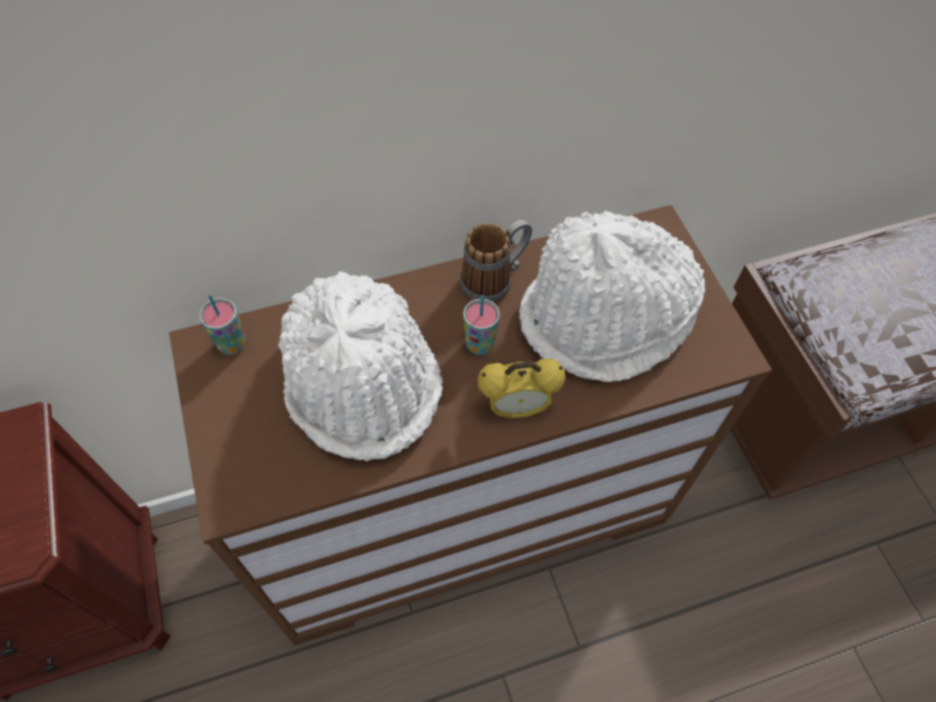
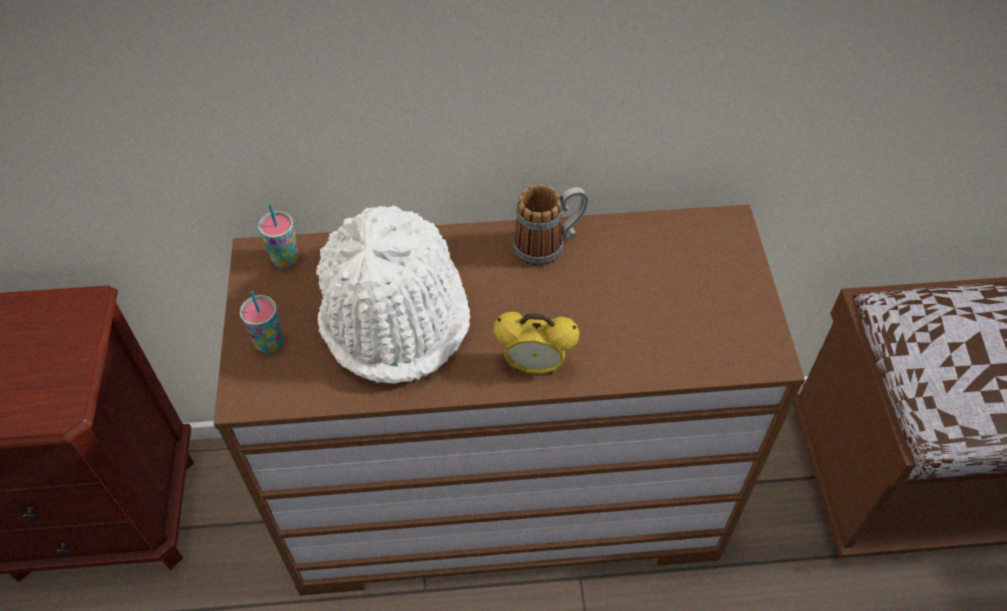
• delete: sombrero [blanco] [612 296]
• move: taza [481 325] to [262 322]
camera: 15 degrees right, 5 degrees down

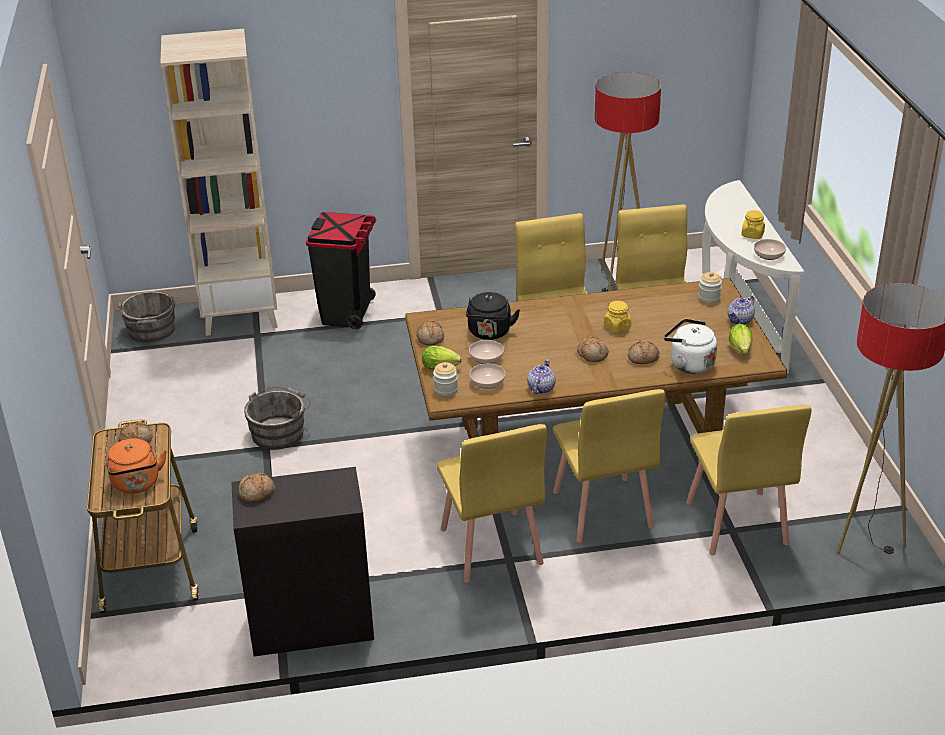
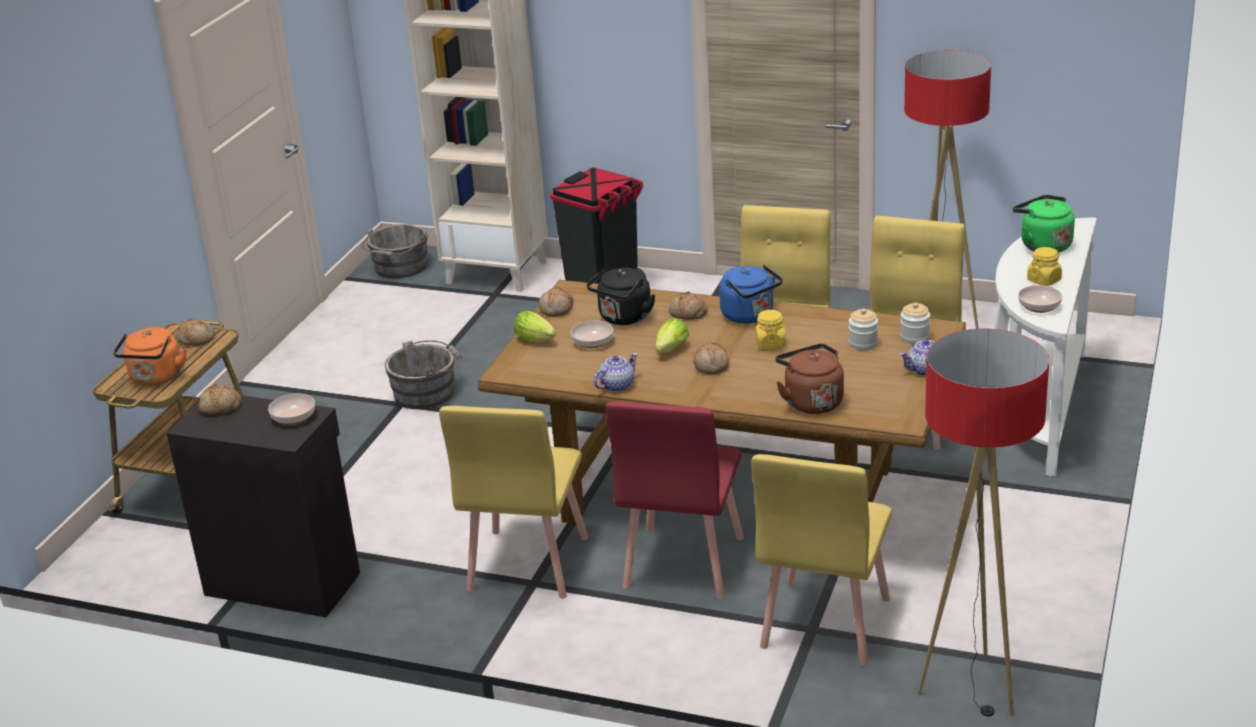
• insert: hervidor [azul] [751 294]
• insert: hervidor [verde] [1044 224]
• move: tarro [445 379] to [863 329]
• move: cuenco [487 376] to [291 409]
• move: pan [643 352] to [688 305]
• move: lechuga [740 339] to [672 335]
• recolor: silla [amarillo] [609 466] to silla [rojo] [675 500]
• recolor: hervidor [blanco] [690 346] to hervidor [marrón] [809 379]
camera: 30 degrees right, 5 degrees down

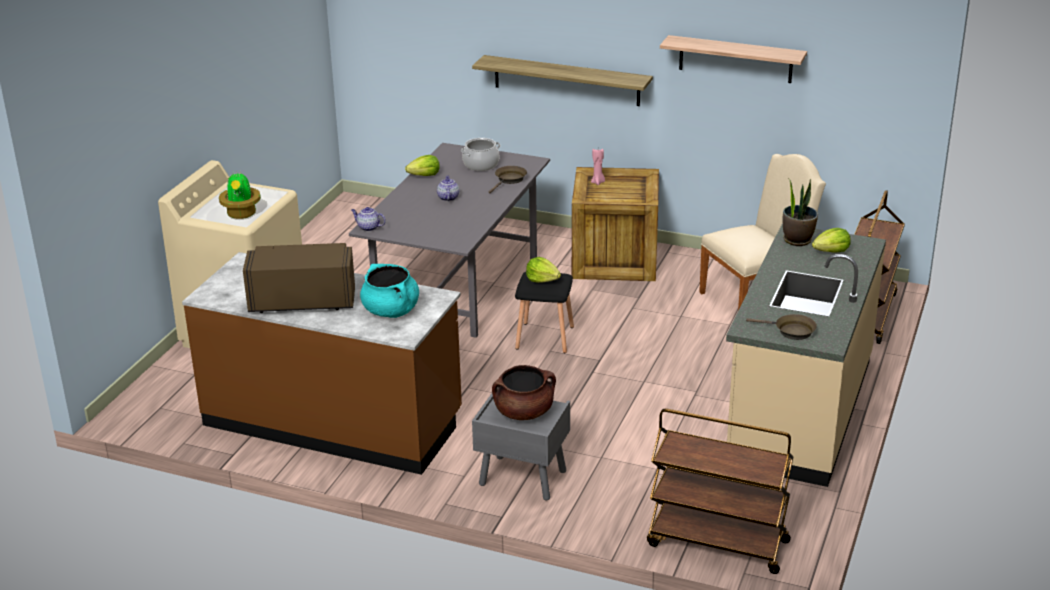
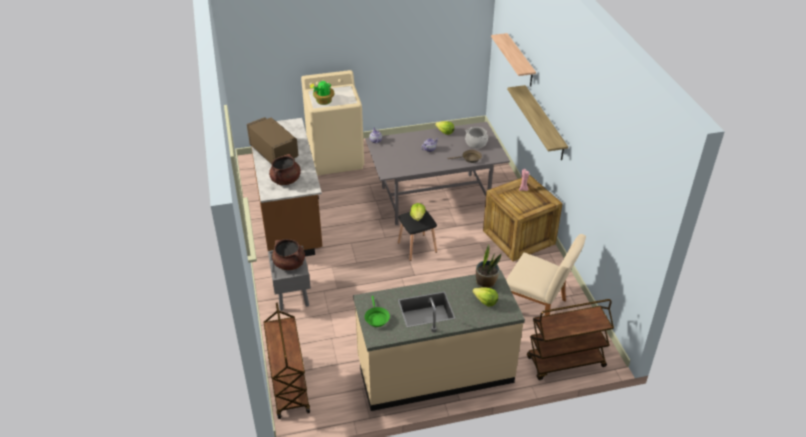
• move: estante [733 59] to [513 60]
• recolor: olla [turquesa] [389 291] to olla [marrón] [285 169]
• recolor: sartén [marrón] [781 327] to sartén [verde] [377 311]
camera: 55 degrees right, 10 degrees up

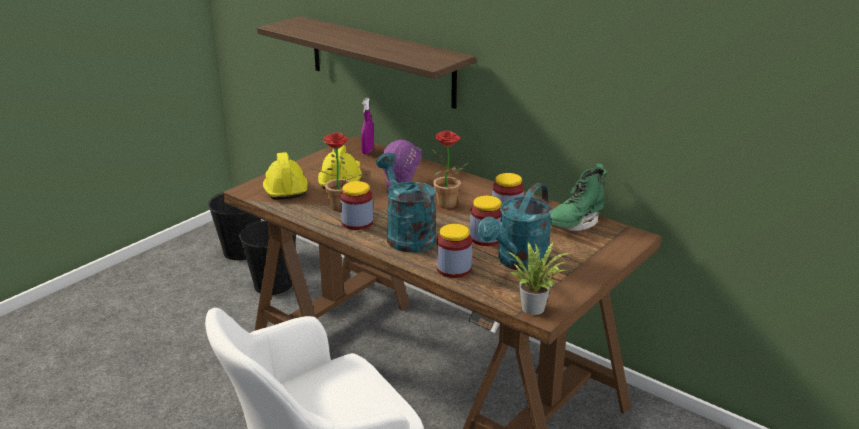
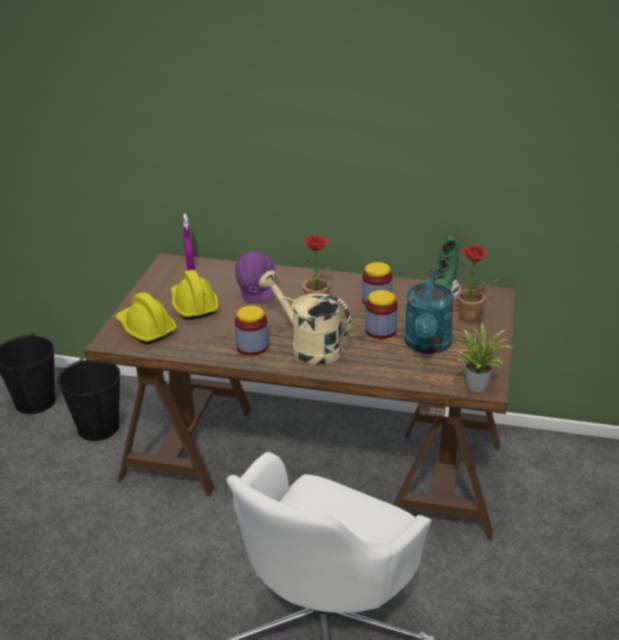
• delete: estante [366 62]
• delete: tarro [454 251]
• move: planta en maceta [338 172] to [477 283]
• recolor: regadera [turquesa] [406 202] to regadera [beis] [305 317]
camera: 25 degrees left, 5 degrees up

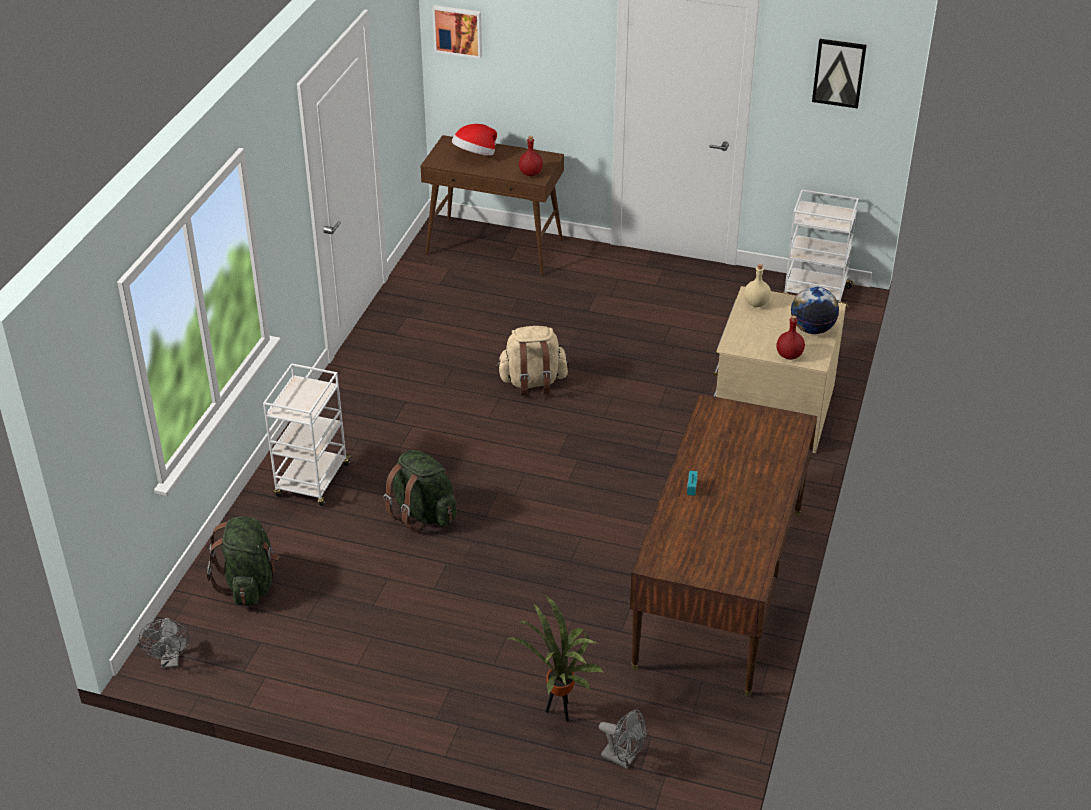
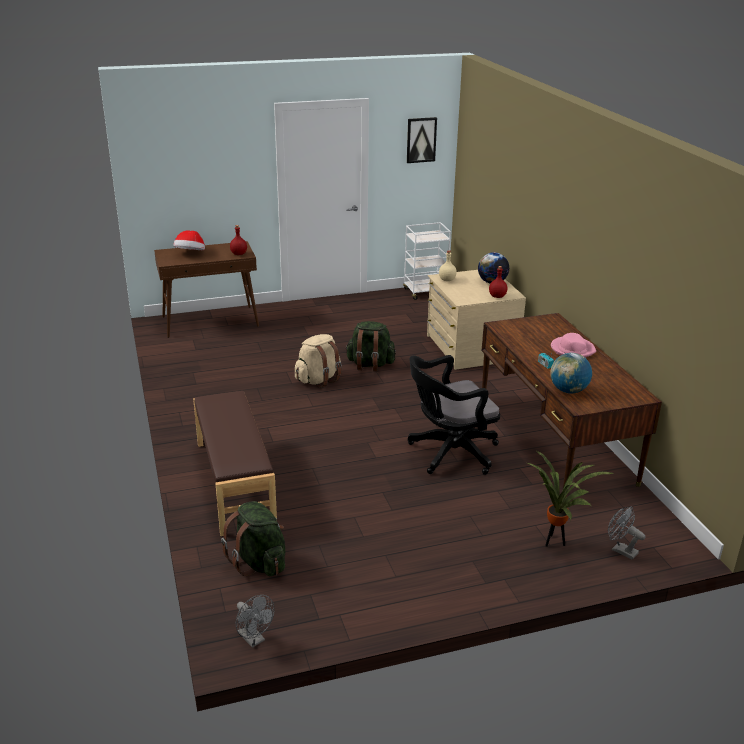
• delete: cuadro [457 32]
• insert: silla de oficina [negro] [454 415]
• insert: globo terráqueo [571 373]
• insert: sombrero [rosa] [573 345]
• move: mochila [verde] [420 490] to [371 346]
• replace: carrito [blanco] [307 434] to banco [marrón] [235 463]
• rotate: ventilador [gris] [623 739] = [626 533] 135 degrees counterclockwise
camera: 35 degrees left, 10 degrees down

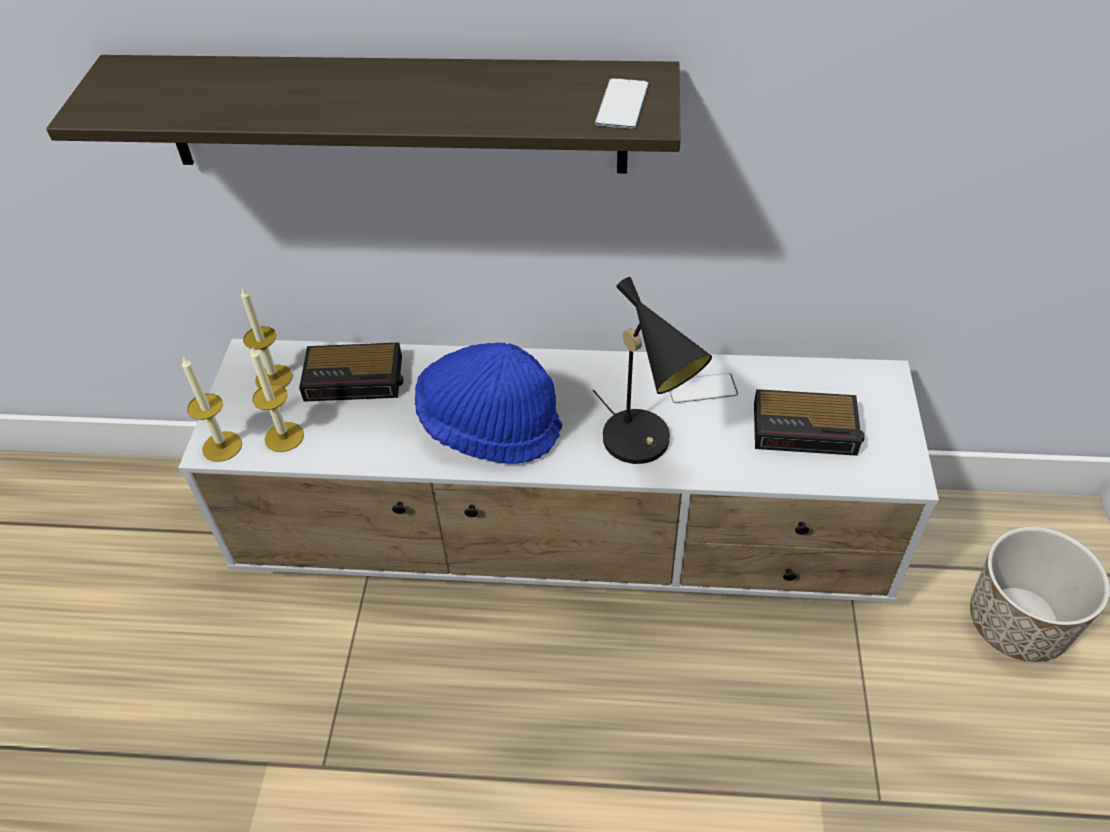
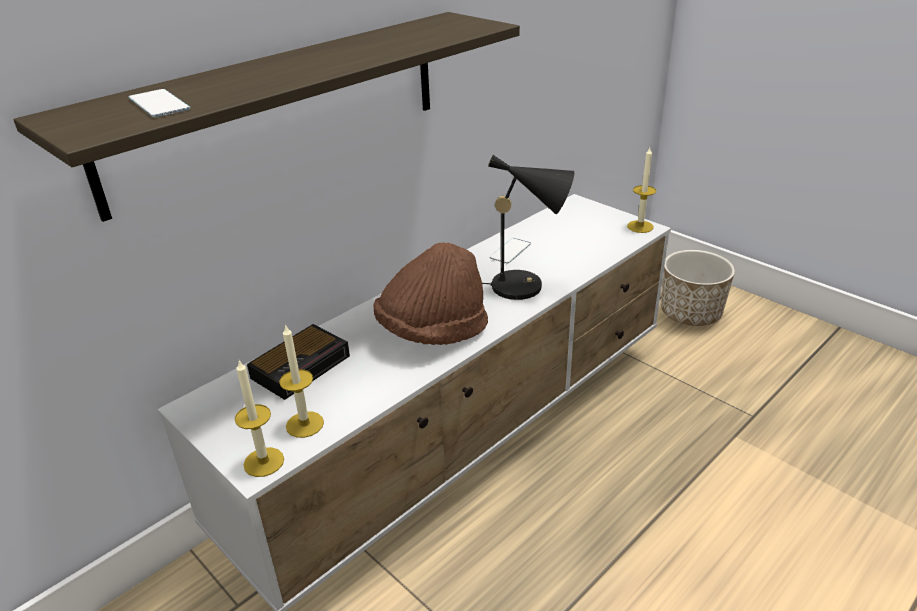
• delete: despertador [809 422]
• move: vela [267 337] to [641 190]
• move: móvil [621 103] to [159 103]
• recolor: sombrero [azul] [488 403] to sombrero [marrón] [431 293]
camera: 50 degrees left, 15 degrees down

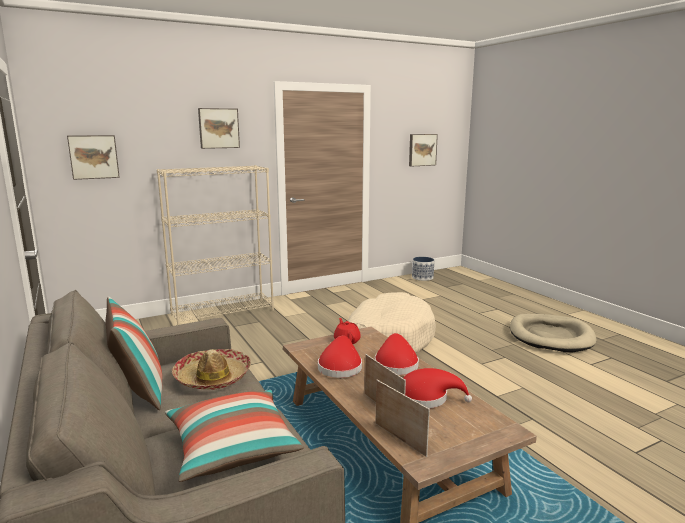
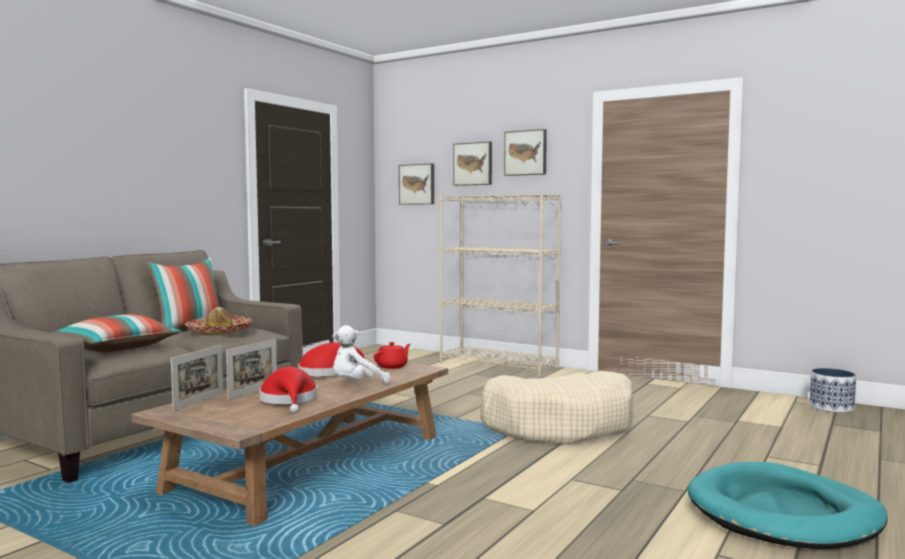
• move: cuadro [423 150] to [472 163]
• replace: sombrero [rojo] [397 354] to peluche [blanco] [361 354]
• recolor: cama para perro [beis] [553 333] to cama para perro [turquesa] [788 505]
camera: 60 degrees right, 10 degrees down

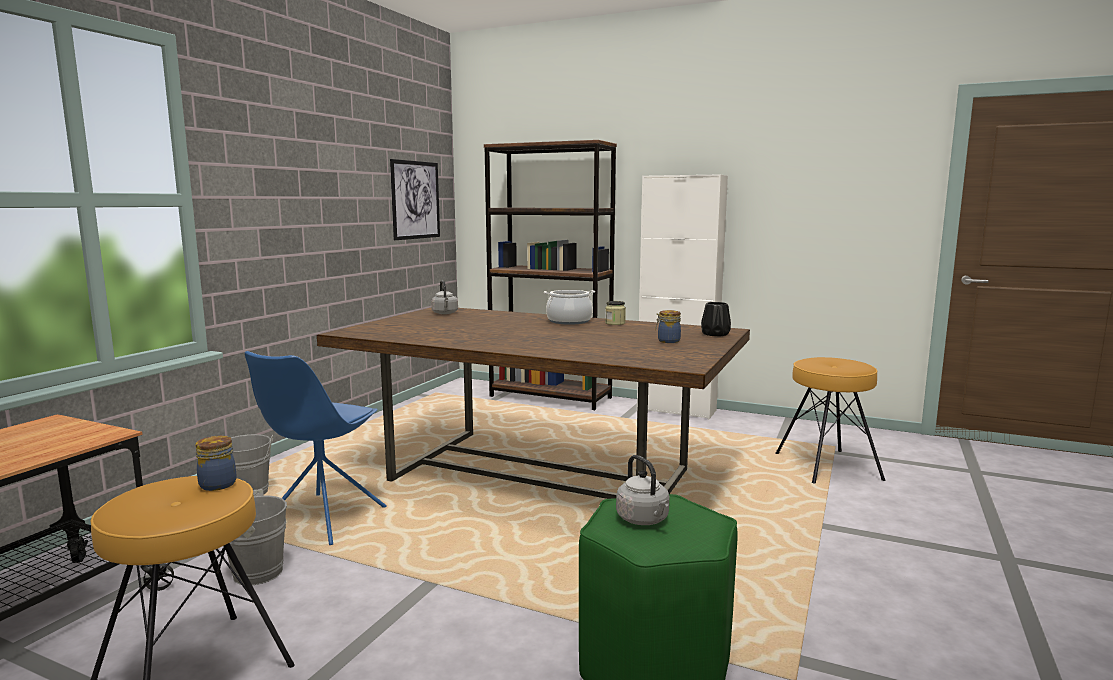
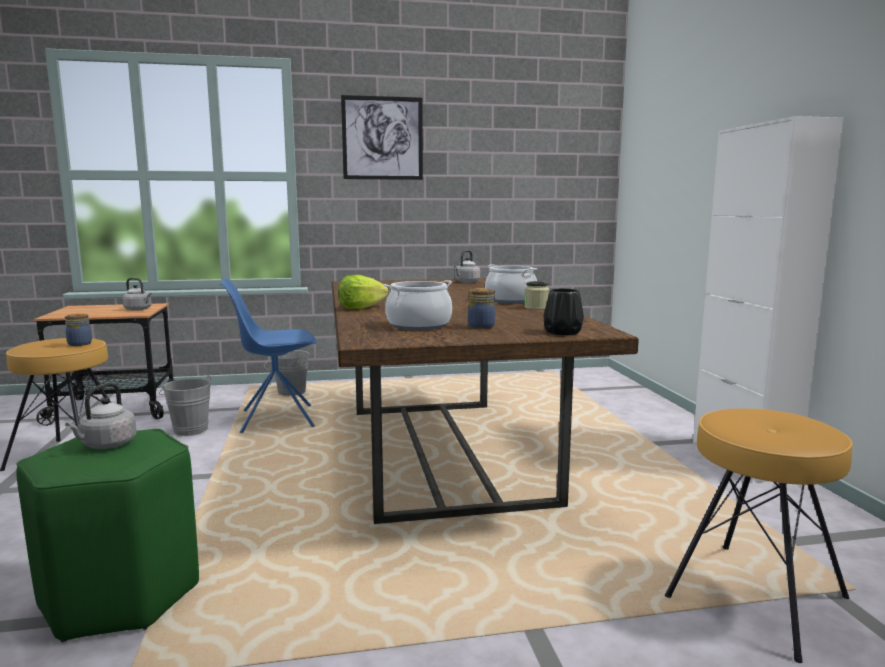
• delete: estantería [marrón] [550 275]
• insert: hervidor [gris] [137 294]
• insert: lechuga [363 292]
• insert: olla [418 305]
• move: cuadro [415 199] to [382 137]
camera: 55 degrees right, 0 degrees up

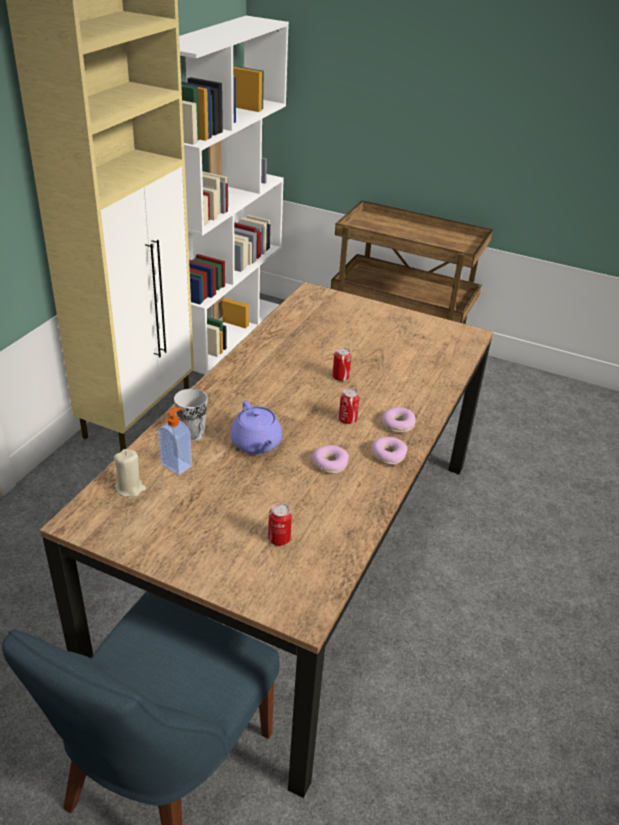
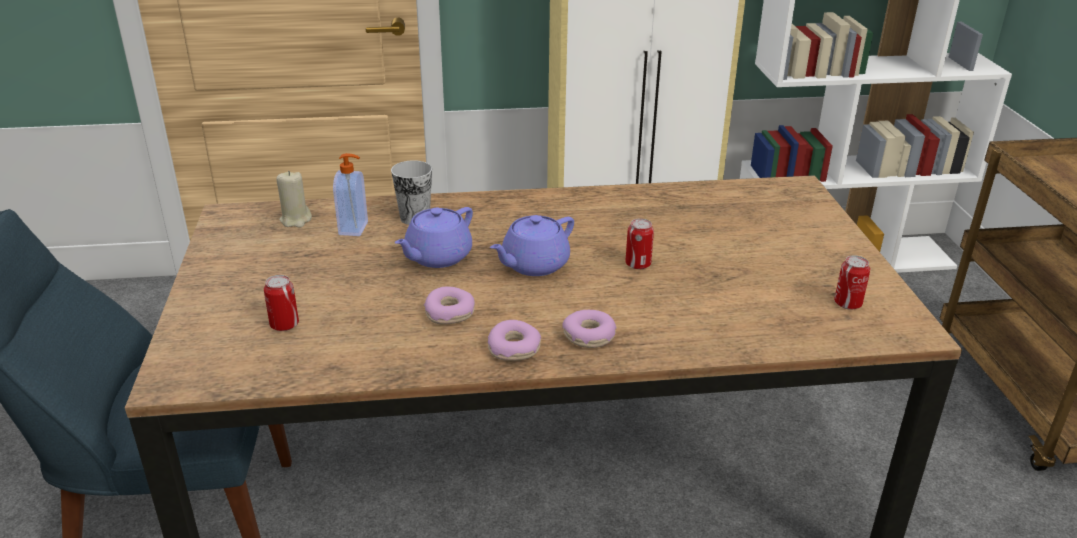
• insert: tetera [morado] [532 245]
• move: lata [349 406] to [852 283]
camera: 60 degrees right, 5 degrees down

